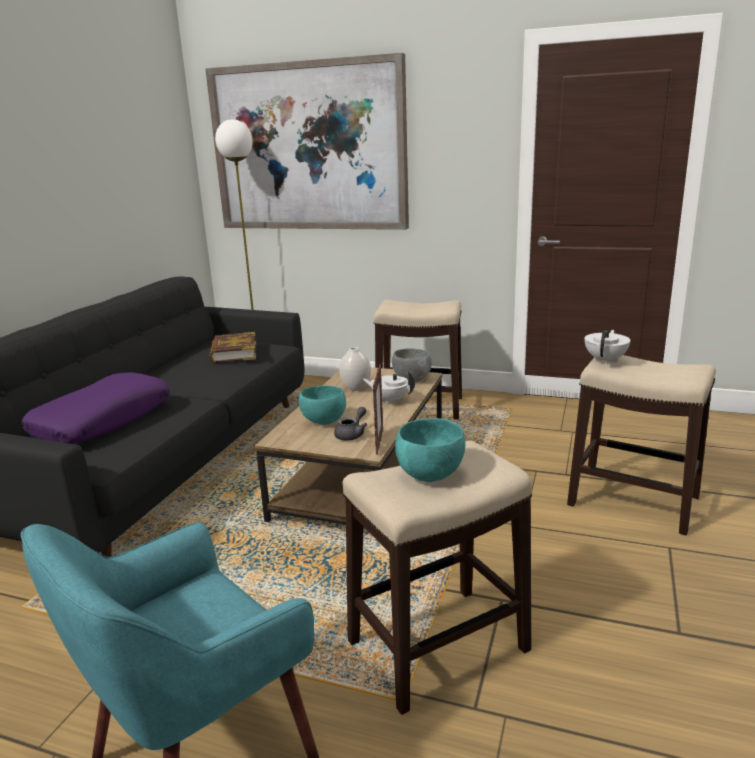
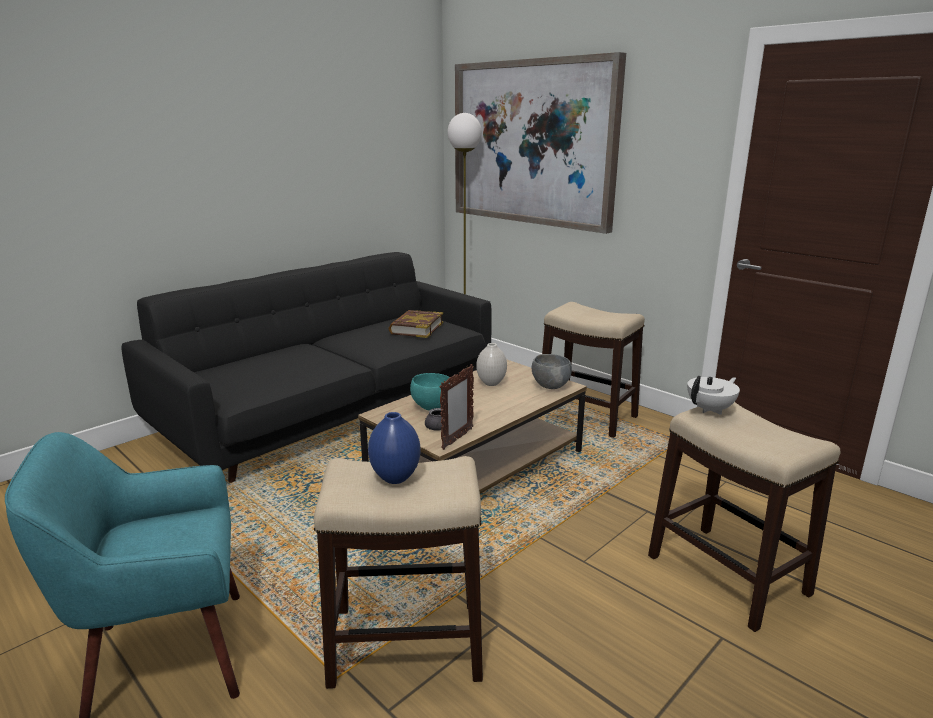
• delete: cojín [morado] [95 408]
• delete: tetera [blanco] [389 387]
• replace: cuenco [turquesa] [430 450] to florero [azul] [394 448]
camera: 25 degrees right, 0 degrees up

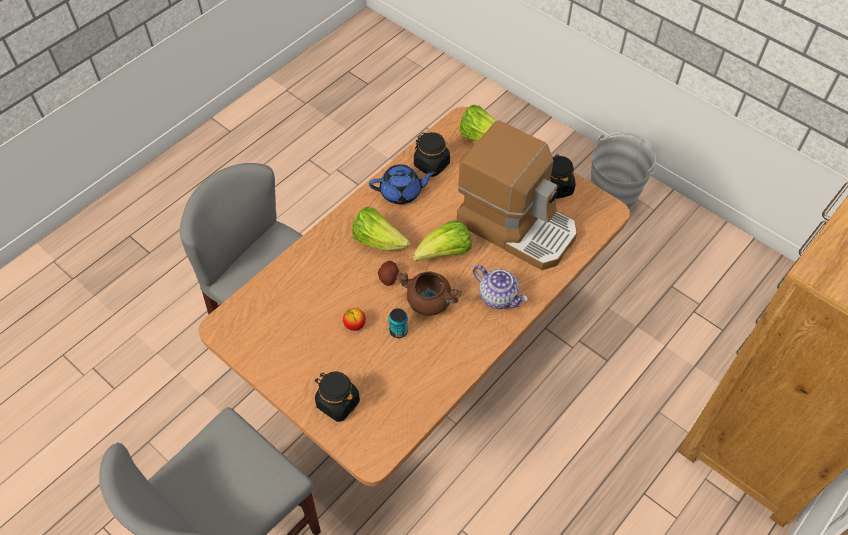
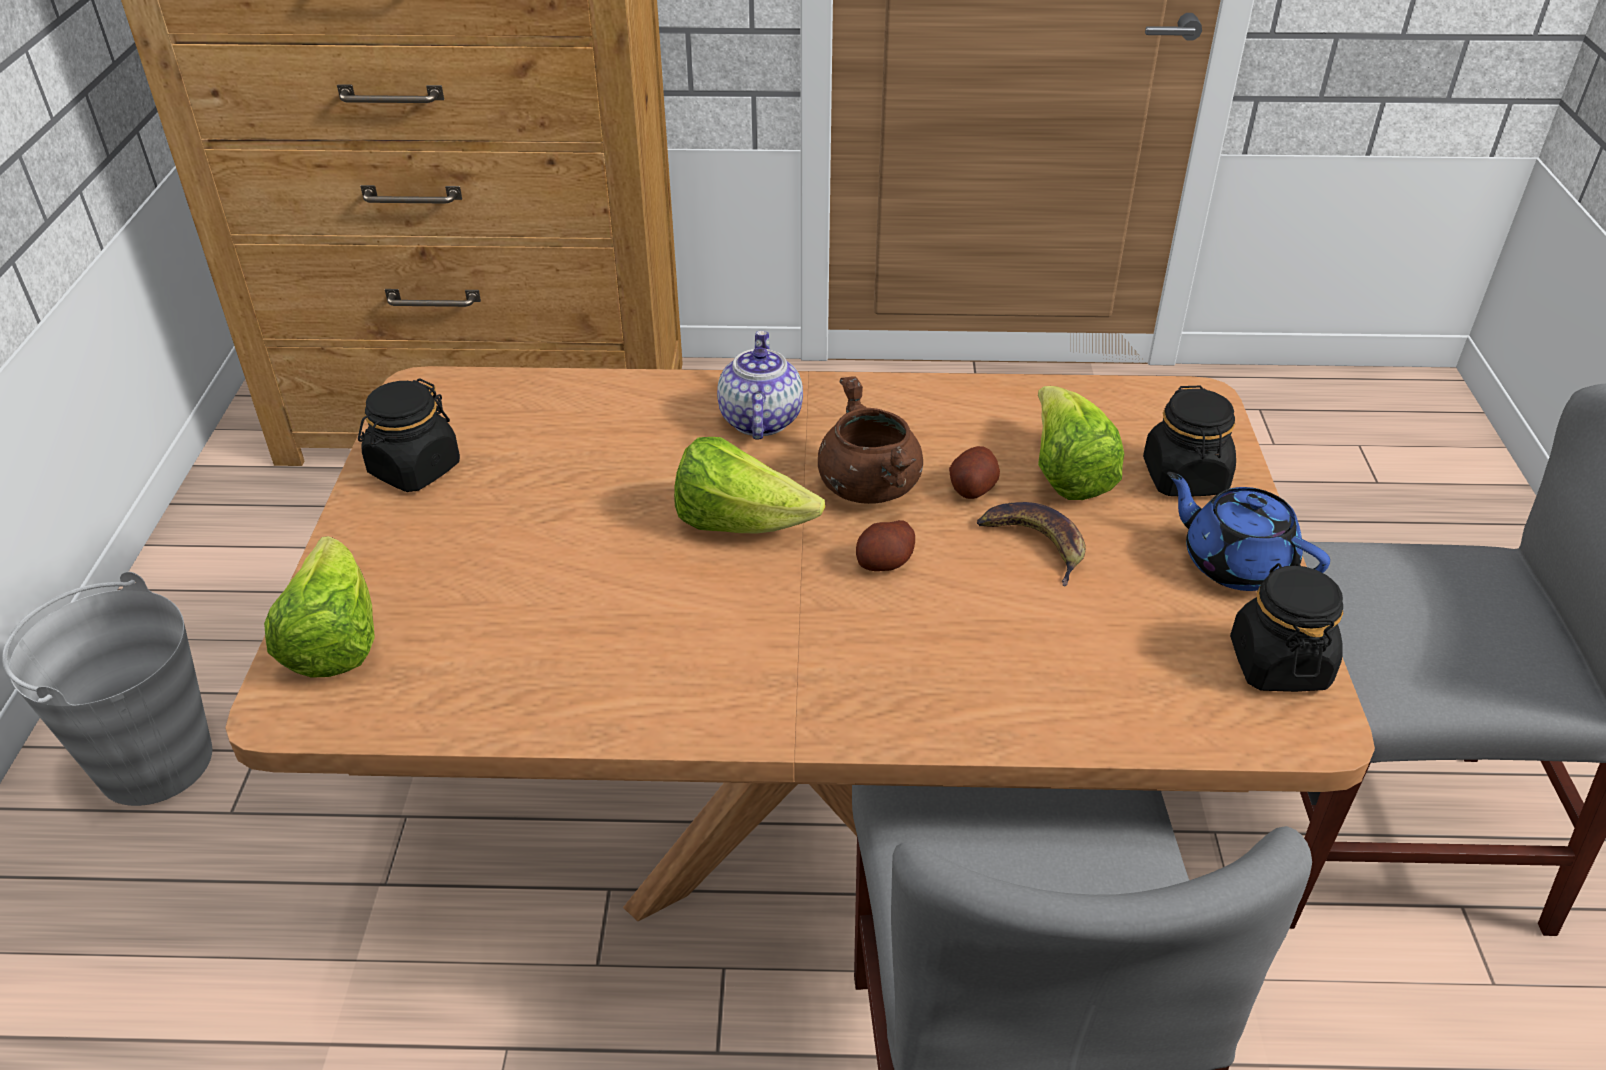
• delete: cafetera [517 195]
• move: lechuga [381 228] to [1081 443]
• move: tetera [azul] [402 184] to [1248 531]
• move: tarro [negro] [432 154] to [1286 627]
• replace: manzana [354 319] to plátano [1031 544]
• replace: lata [398 323] to patata [974 472]
camera: 130 degrees left, 15 degrees down

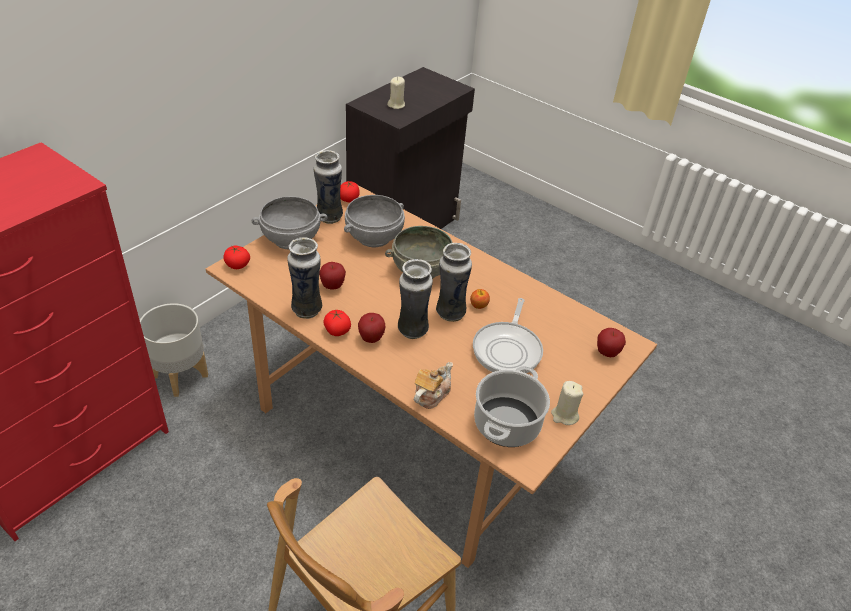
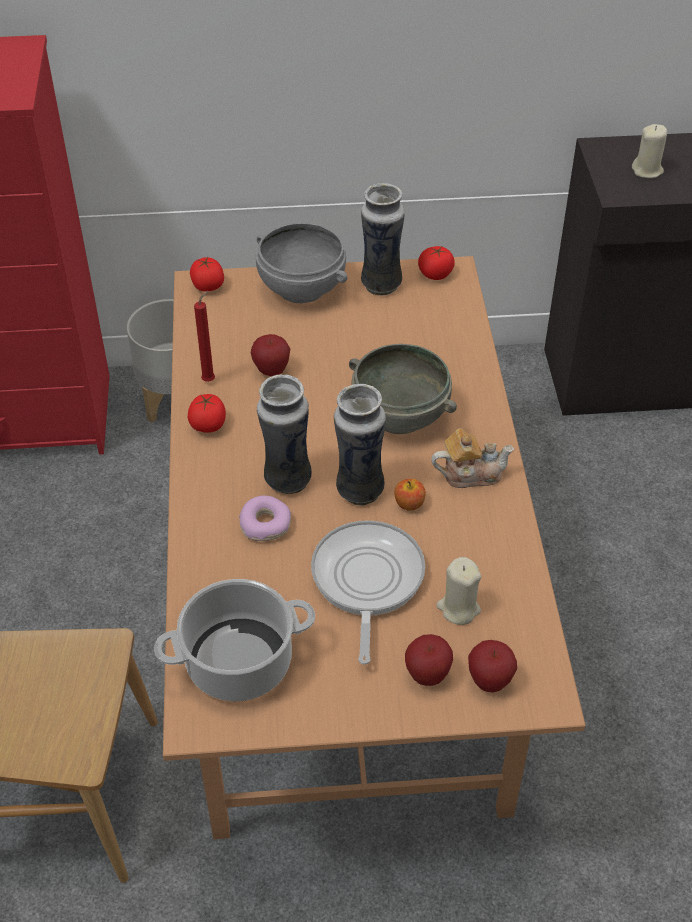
• delete: cuenco [gris] [374 221]
• insert: rosquilla [265 518]
• move: manzana [371 328] to [429 660]
• move: tetera [433 385] to [472 458]
• move: vela [beis] [567 403] to [458 591]
• replace: florero [304 278] to vela [rojo] [204 336]
• rotate: sartén [508 335] = [368 592] 120 degrees clockwise
camera: 50 degrees right, 5 degrees up

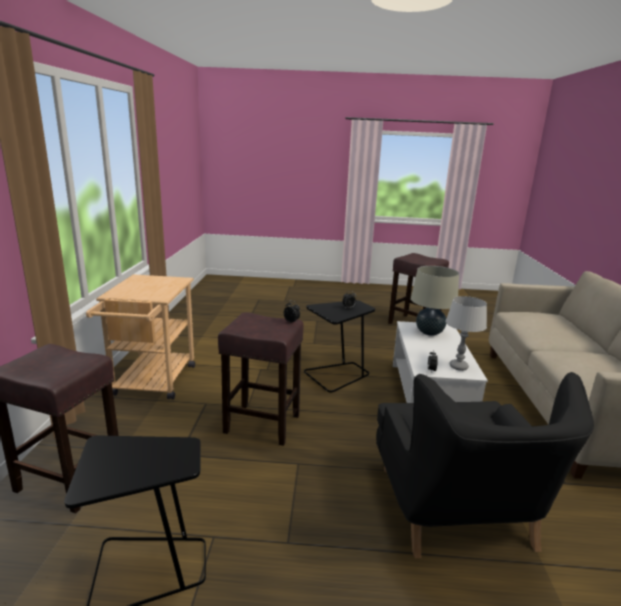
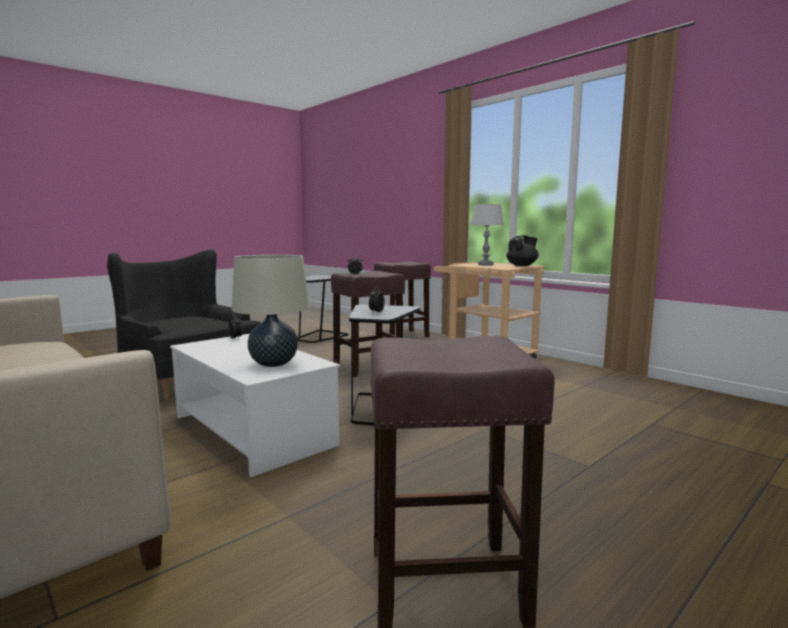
• insert: tetera [negro] [522 250]
• move: lámpara de mesa [gris] [466 333] to [487 235]
camera: 135 degrees right, 10 degrees down

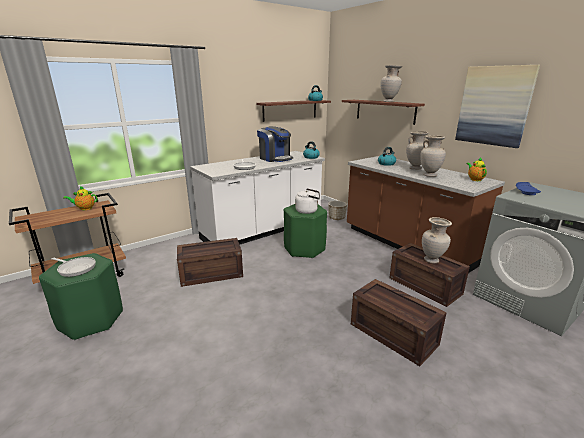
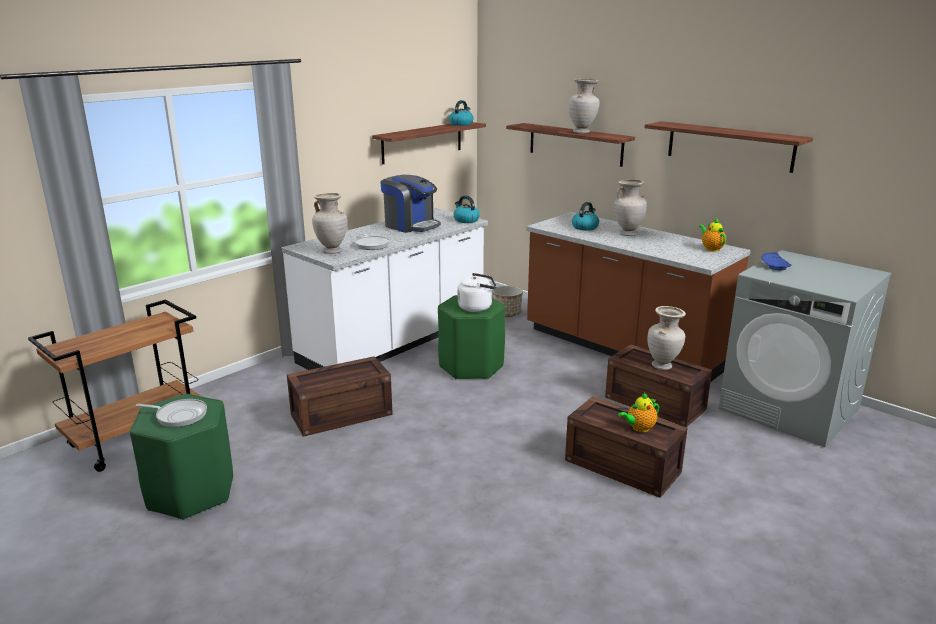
• move: tetera [80 198] to [638 412]
• move: florero [beis] [433 156] to [330 223]
• replace: cuadro [497 106] to estante [729 147]
camera: 10 degrees left, 0 degrees up

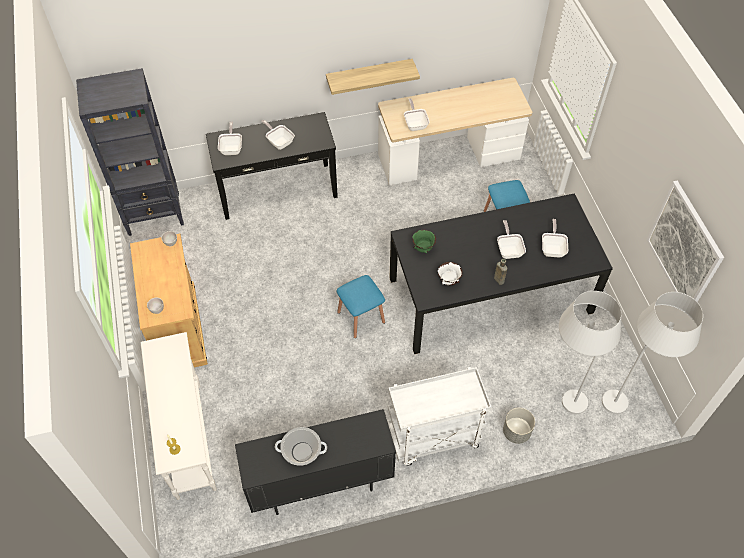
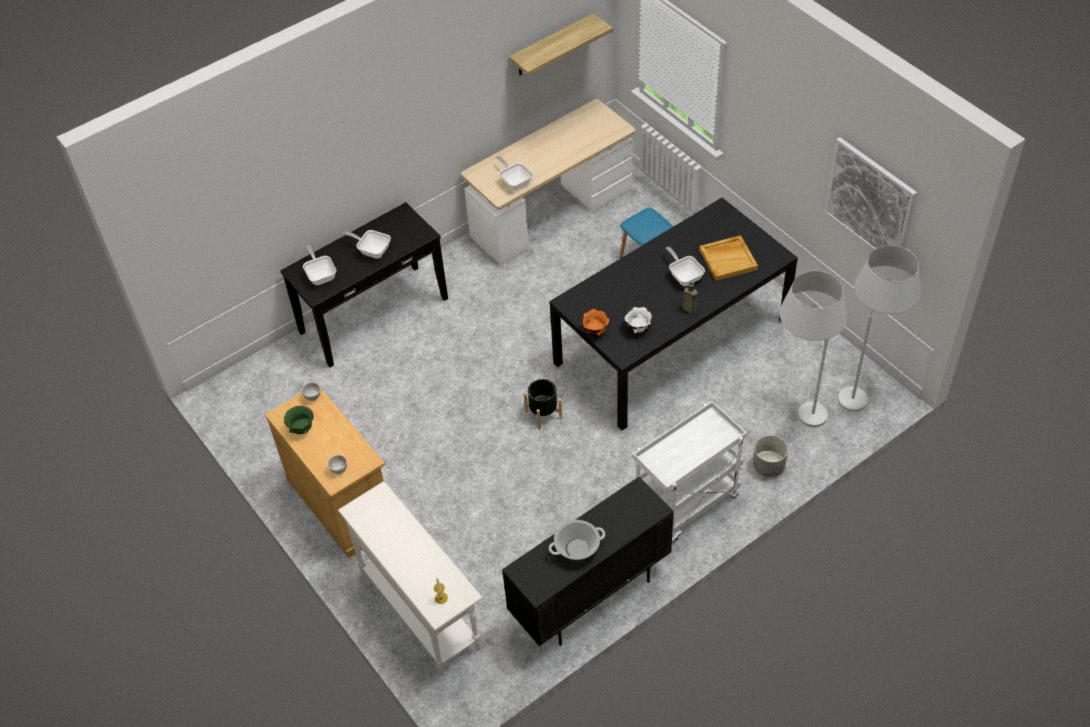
• delete: estantería [negro] [130 152]
• insert: cuenco [naranja] [595 322]
• move: estante [373 77] to [561 44]
• move: cuenco [verde] [424 241] to [299 420]
• replace: taburete [azul] [361 306] to maceta [negro] [543 404]
• replace: sartén [555 238] to bandeja [beis] [728 258]
camera: 20 degrees left, 5 degrees down

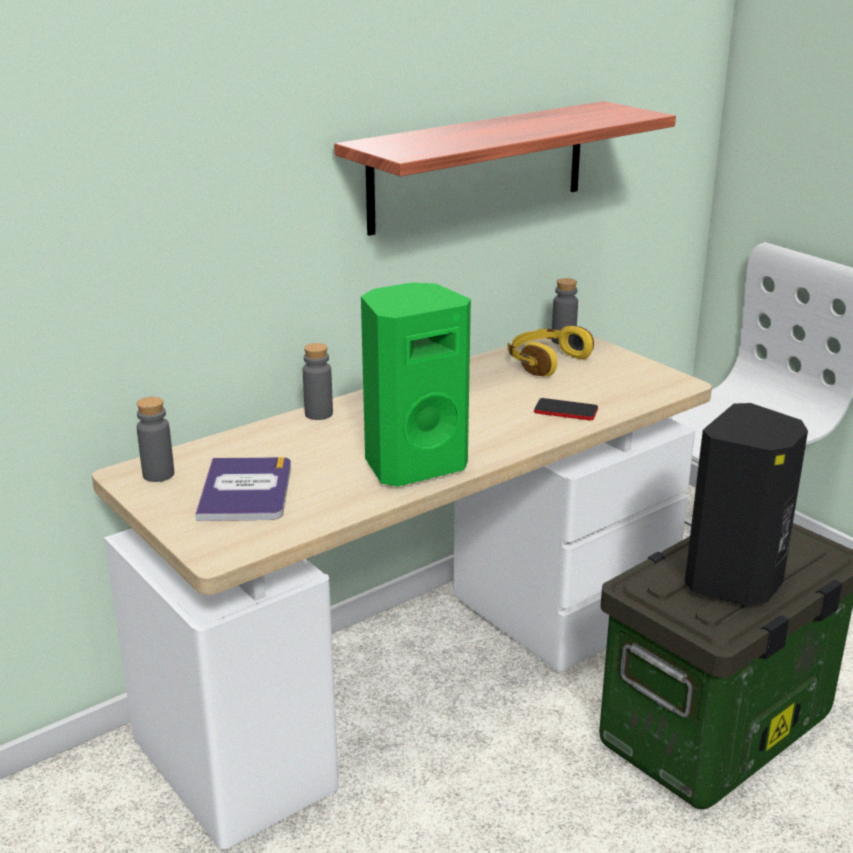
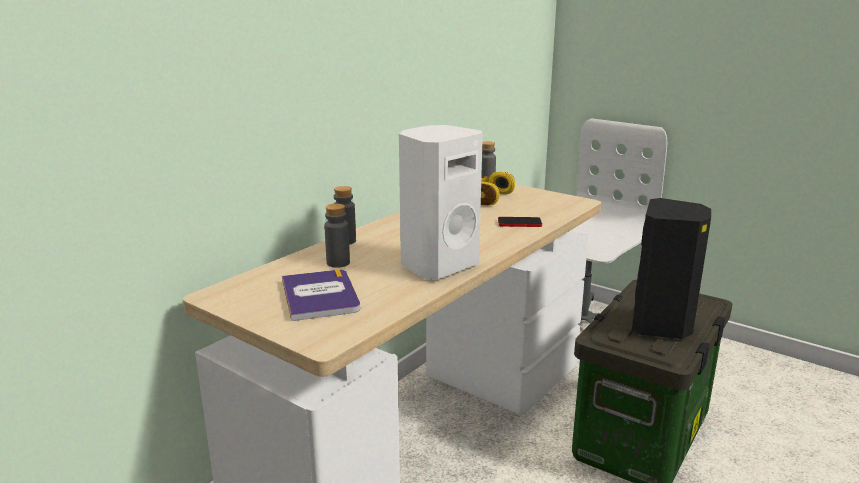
• delete: estante [505 168]
• move: botella [gris] [155 439] to [337 236]
• recolor: altavoz [verde] [416 385] to altavoz [blanco] [441 202]
camera: 15 degrees left, 5 degrees down

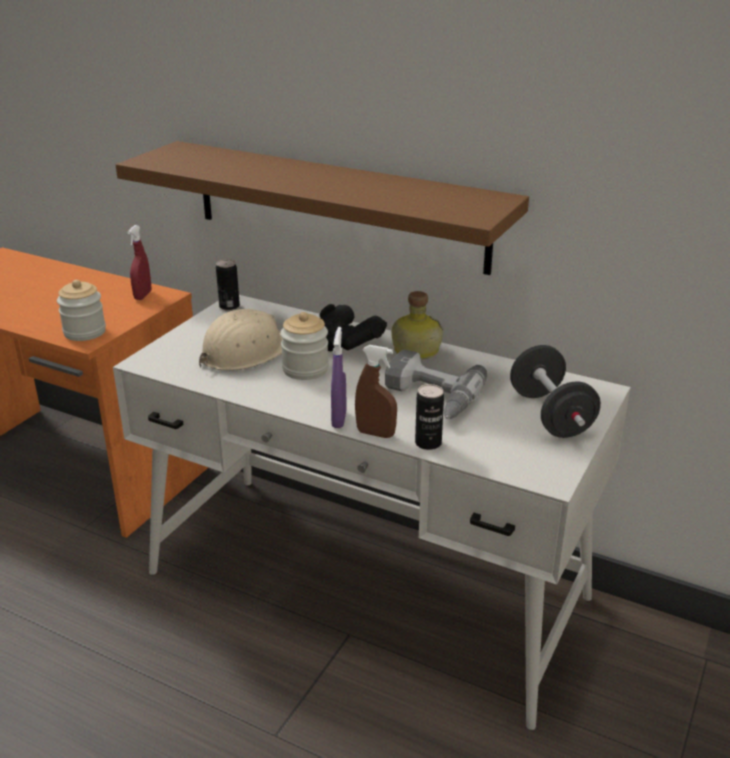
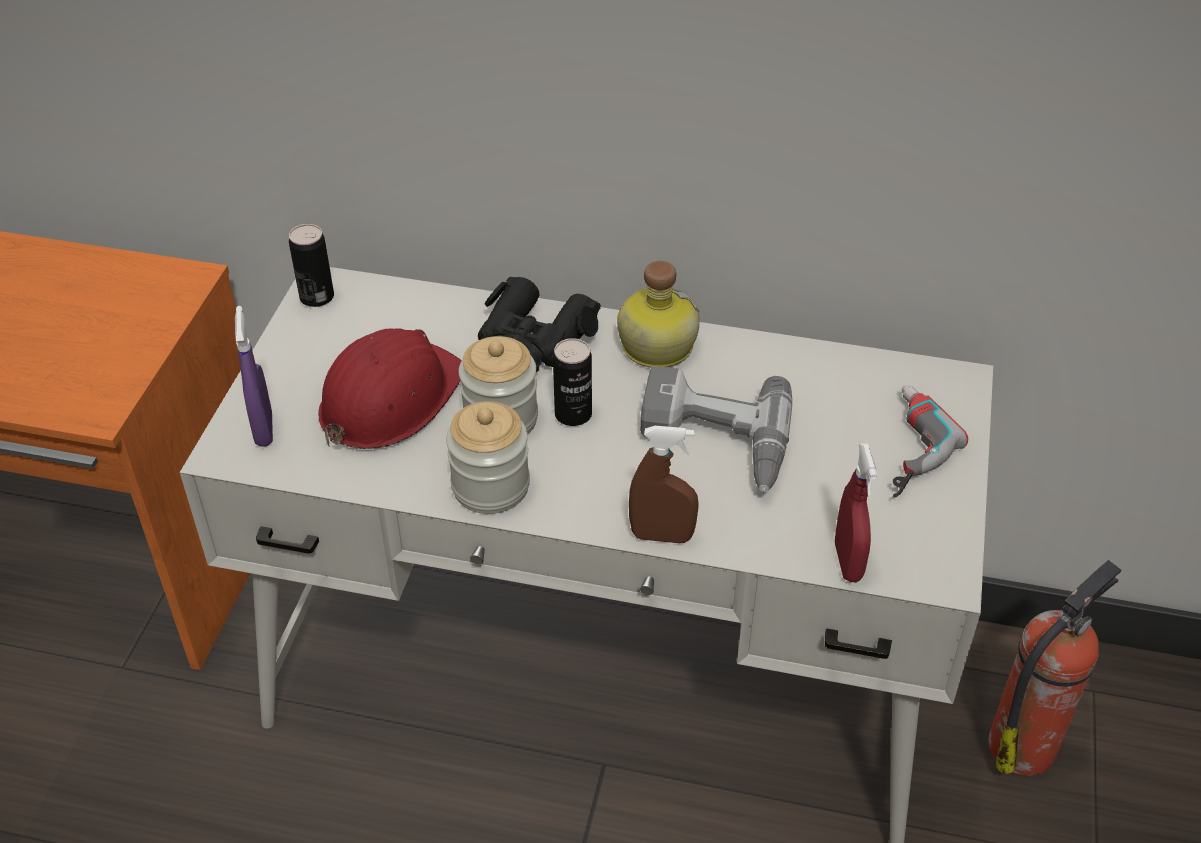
• delete: estante [marrón] [322 208]
• insert: extintor [1054 668]
• move: tarro [81 310] to [488 457]
• move: pulverizador [rojo] [139 262] to [856 512]
• move: pulverizador [morado] [338 377] to [254 376]
• move: lata [429 417] to [572 382]
• replace: mancuerna [negro] [555 391] to taladro [930 441]
• recolor: casco [beis] [241 340] to casco [rojo] [390 388]
camera: 15 degrees left, 15 degrees up

